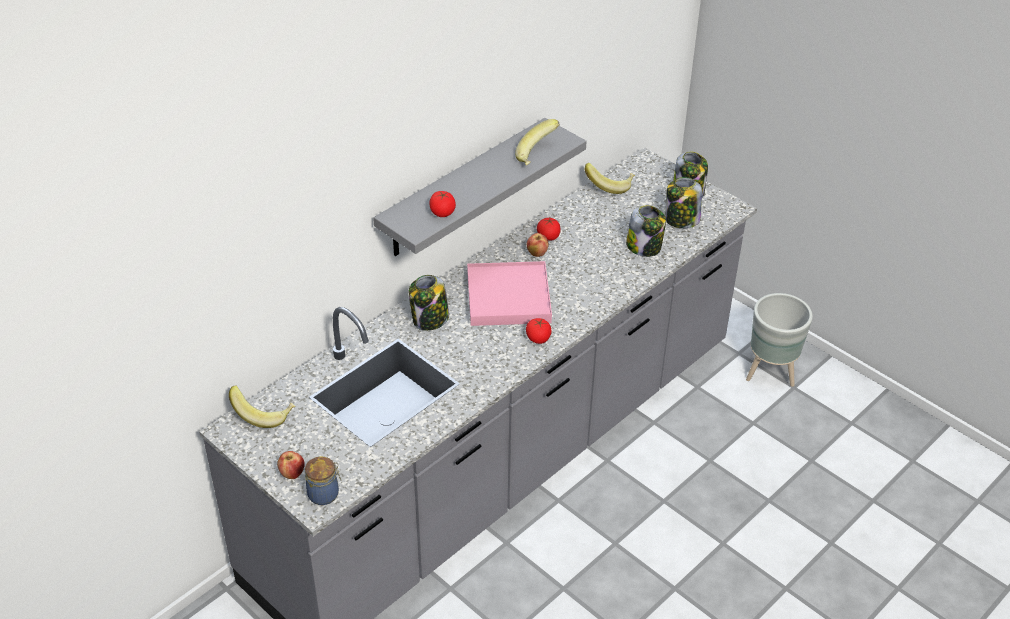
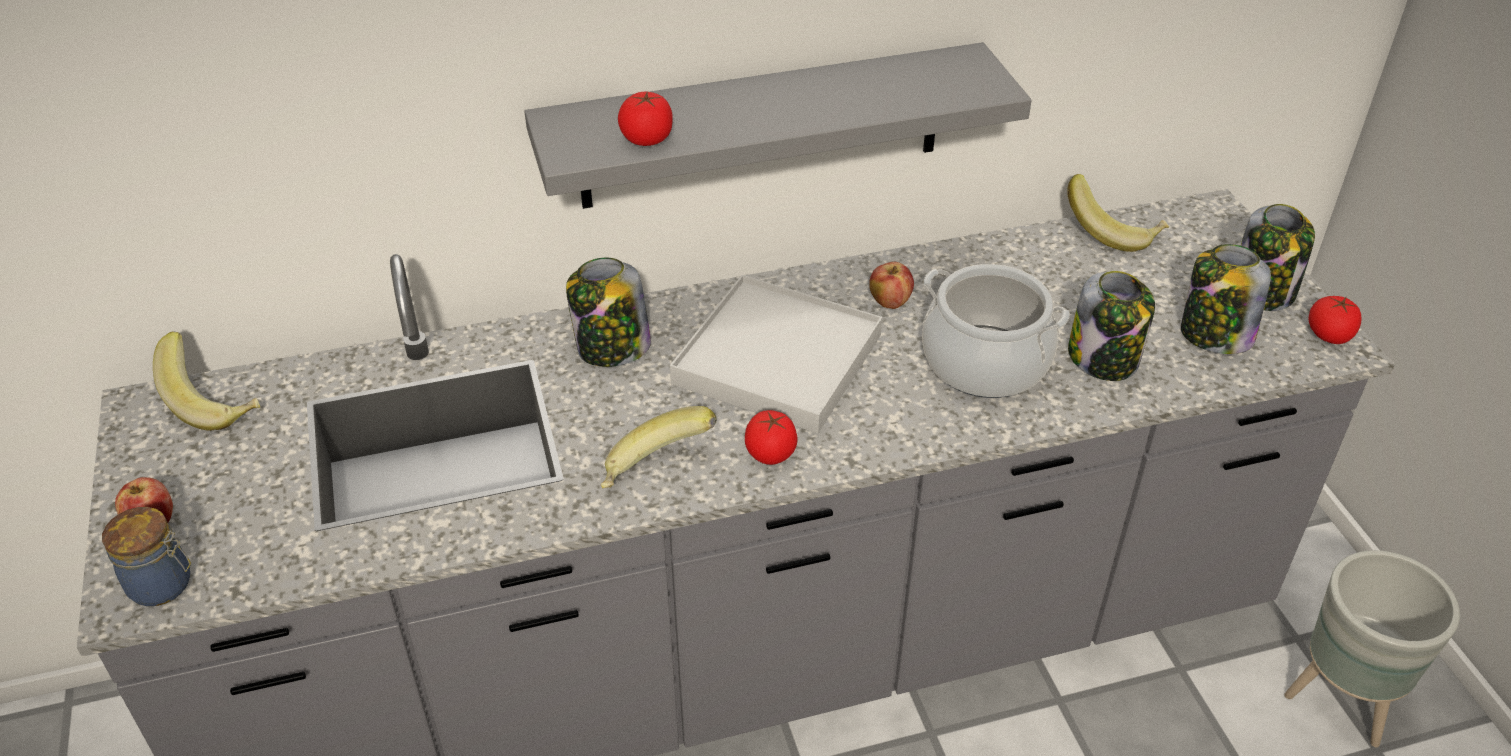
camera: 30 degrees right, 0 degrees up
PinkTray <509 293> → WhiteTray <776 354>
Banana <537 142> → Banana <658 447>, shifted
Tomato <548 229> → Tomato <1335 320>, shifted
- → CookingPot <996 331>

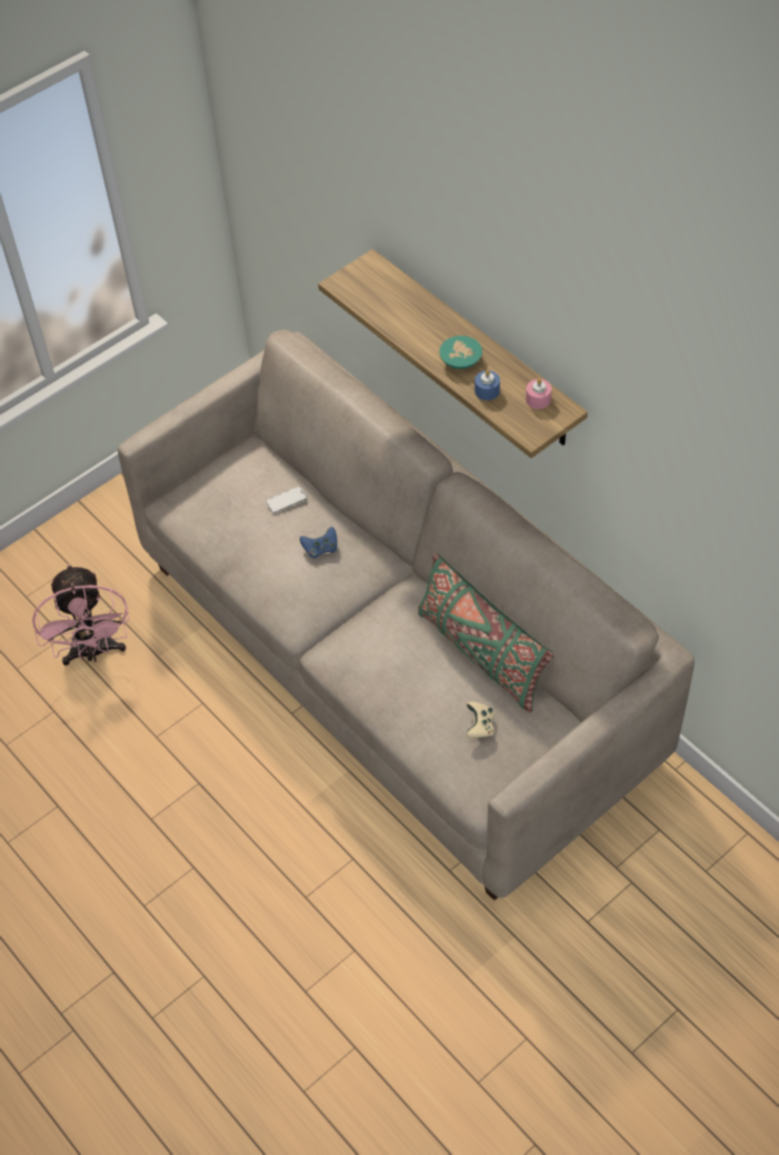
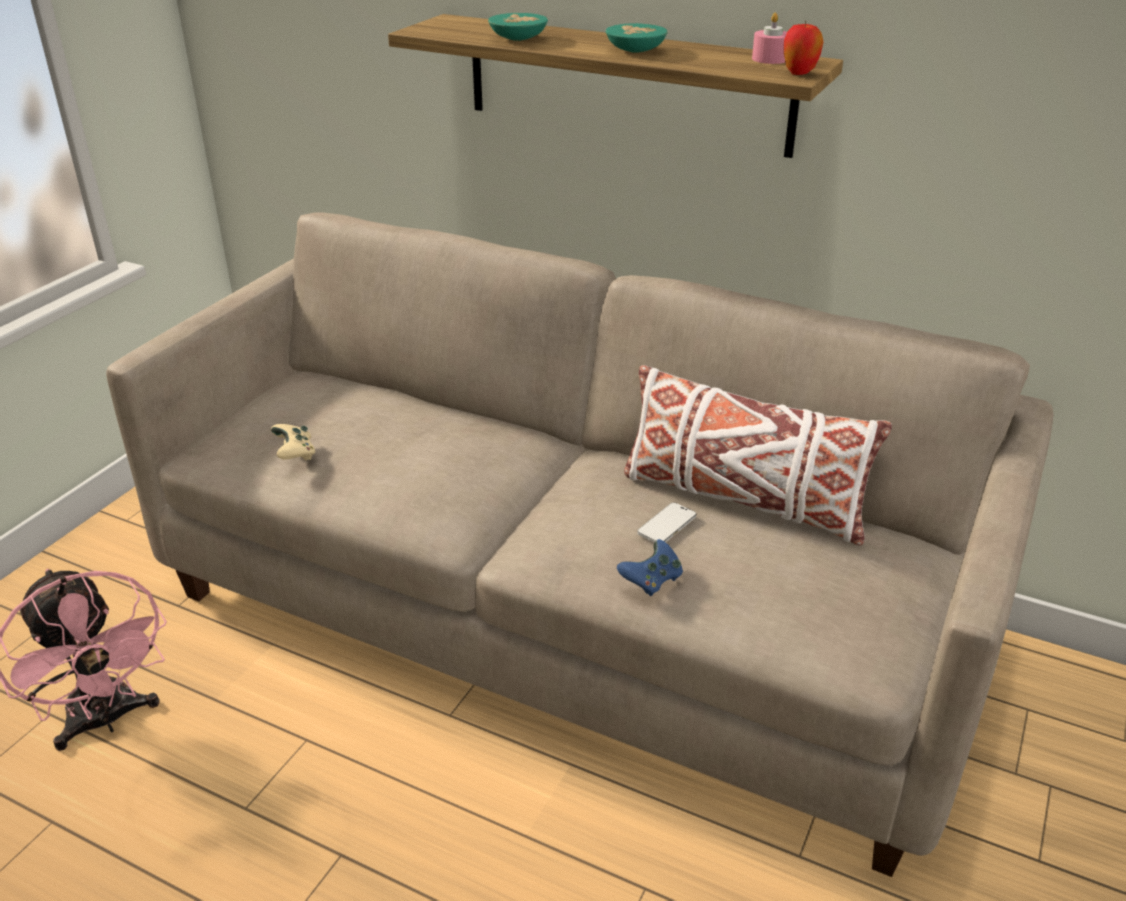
camera: 25 degrees left, 20 degrees down
Phone <286 499> → Phone <666 523>, shifted
BlueGameController <318 543> → BlueGameController <650 567>, shifted
GreenPillow <486 632> → WhitePillow <758 455>
BeigeGameController <480 720> → BeigeGameController <293 442>, shifted
BlueCandle <487 385> → -
- → TurquoiseBowl <518 27>
- → Apple <804 48>

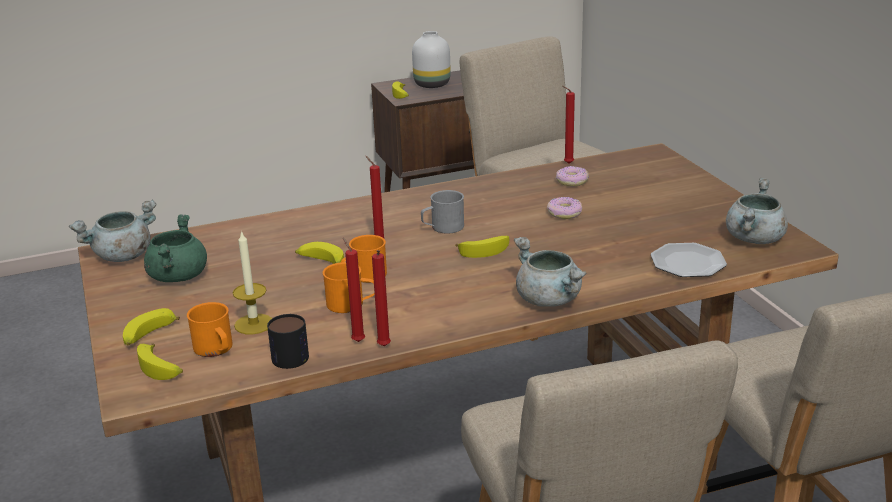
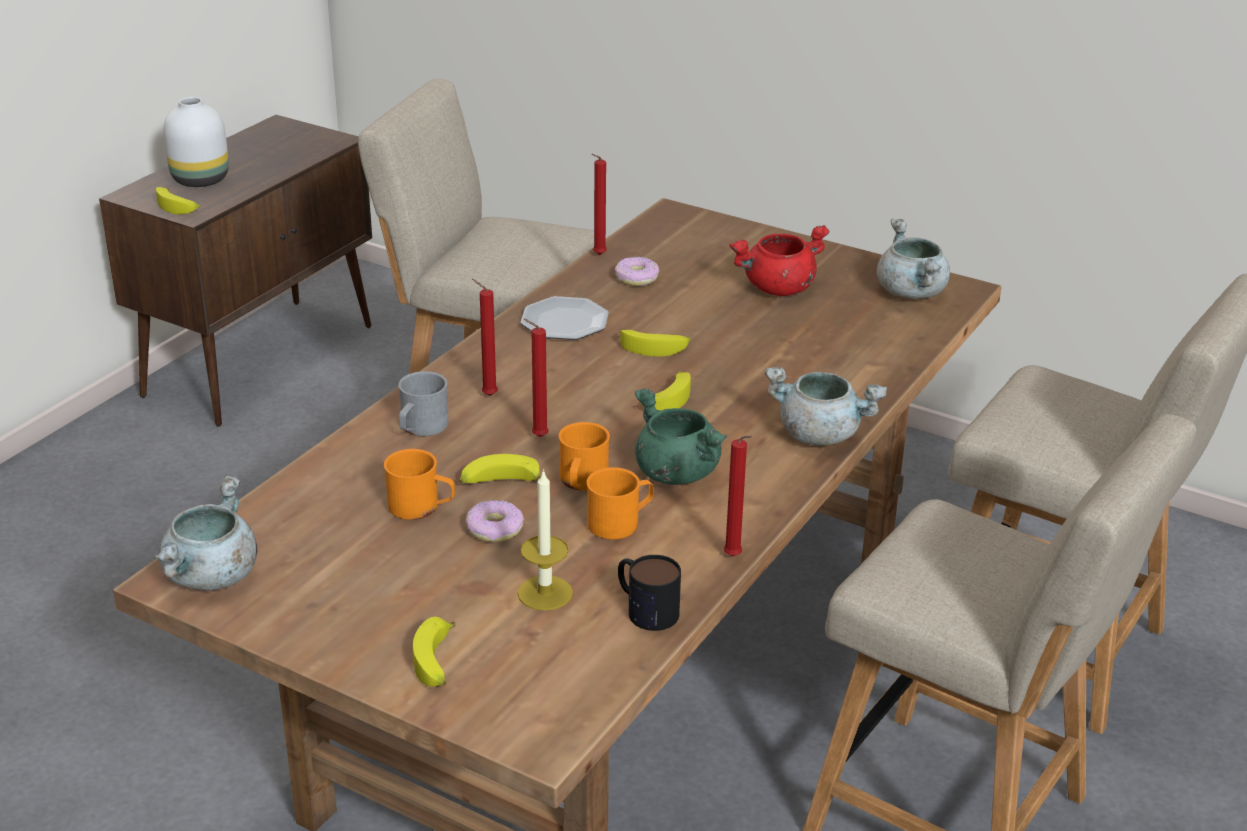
camera: 40 degrees left, 5 degrees up
Banana <160 362> → Banana <655 342>, shifted
GreenCookingPot <175 248> → GreenCookingPot <681 436>, shifted
OrangeMug <210 329> → OrangeMug <419 484>, shifted
RedCandle <354 290> → RedCandle <485 337>, shifted
GreyMug <442 212> → GreyMug <423 403>, shifted
Donut <564 208> → Donut <494 521>, shifted
Plate <689 260> → Plate <564 318>, shifted
- → RedCookingPot <779 260>

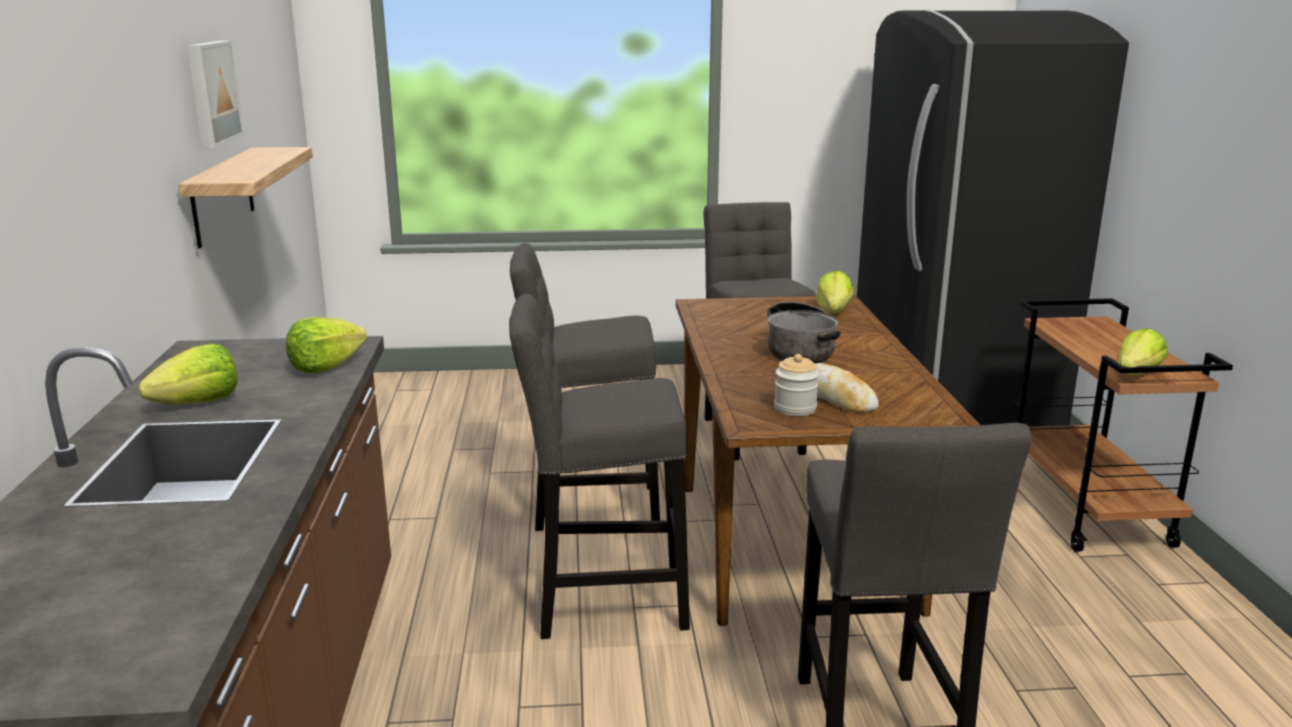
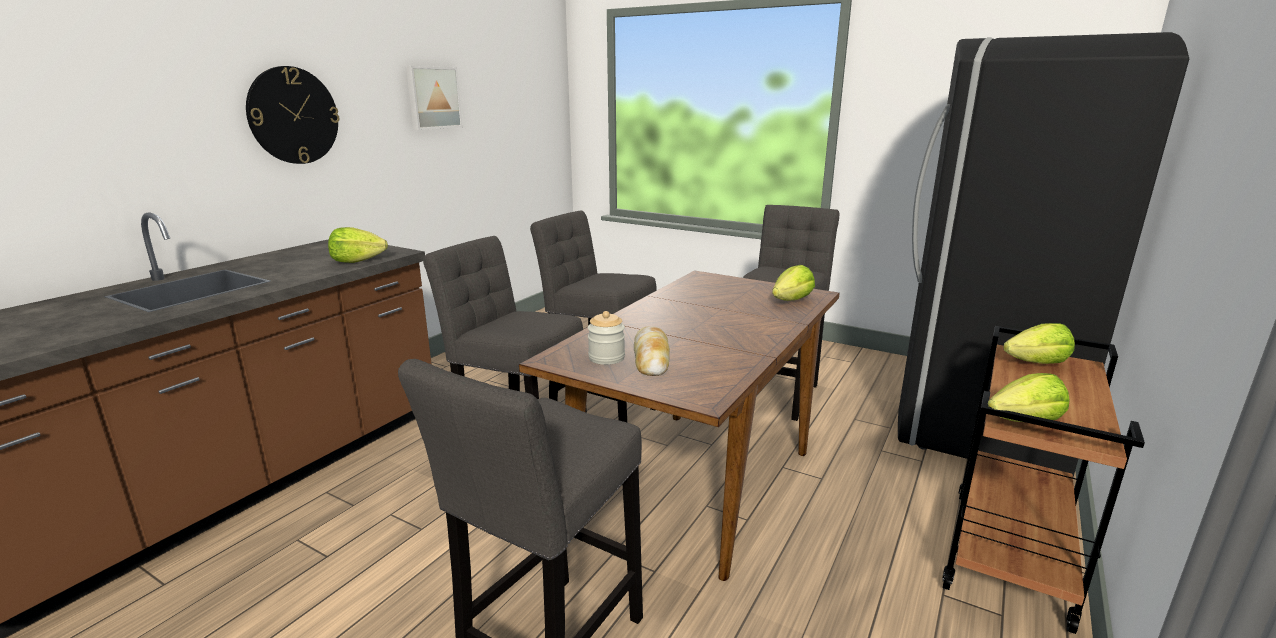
camera: 35 degrees right, 0 degrees up
Lettuce <188 373> → Lettuce <1039 343>, shifted
Shelf <245 197> → -
CookingPot <804 332> → -
- → WallClock <293 115>

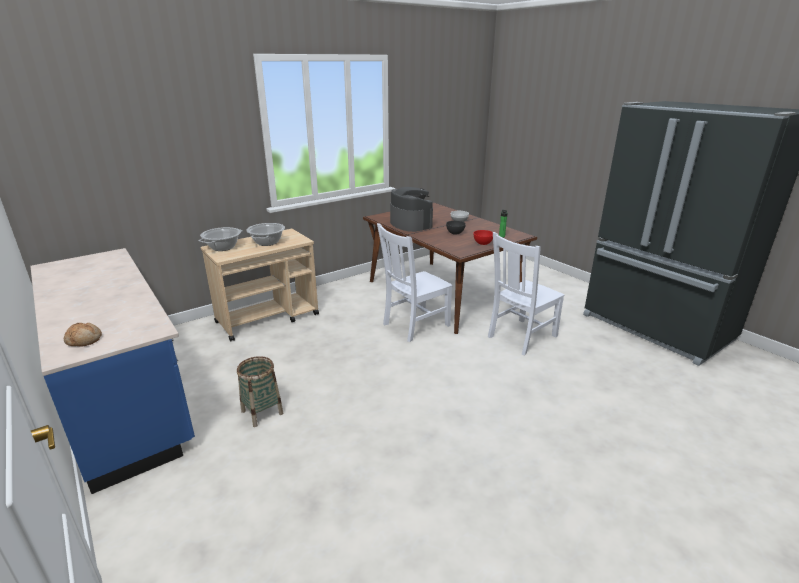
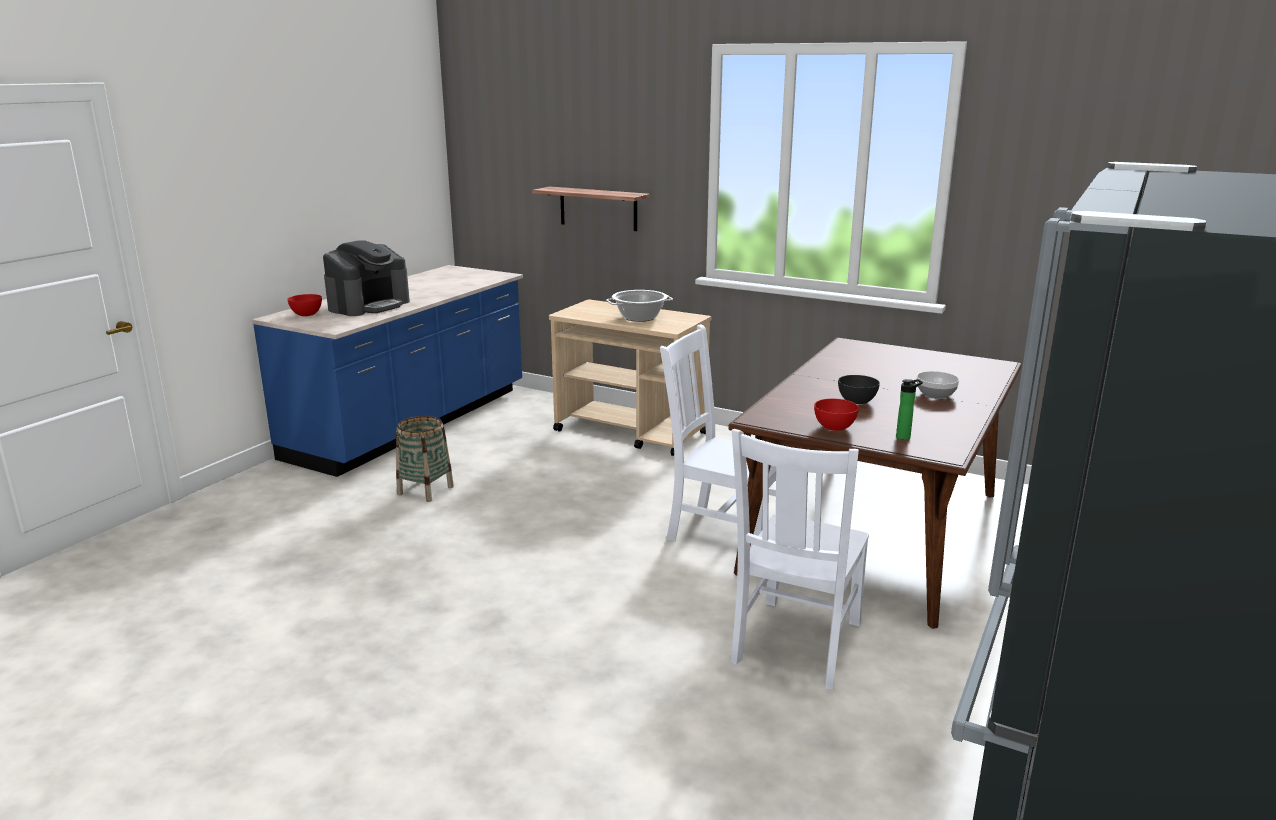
camera: 65 degrees right, 5 degrees down
Bread <83 335> → RedBowl <304 305>
CookingPot <220 239> → -
CoffeeMachine <411 209> → CoffeeMachine <366 278>, shifted
WhiteChair <526 294> → WhiteChair <799 559>, 90 degrees counterclockwise
- → Shelf <591 208>

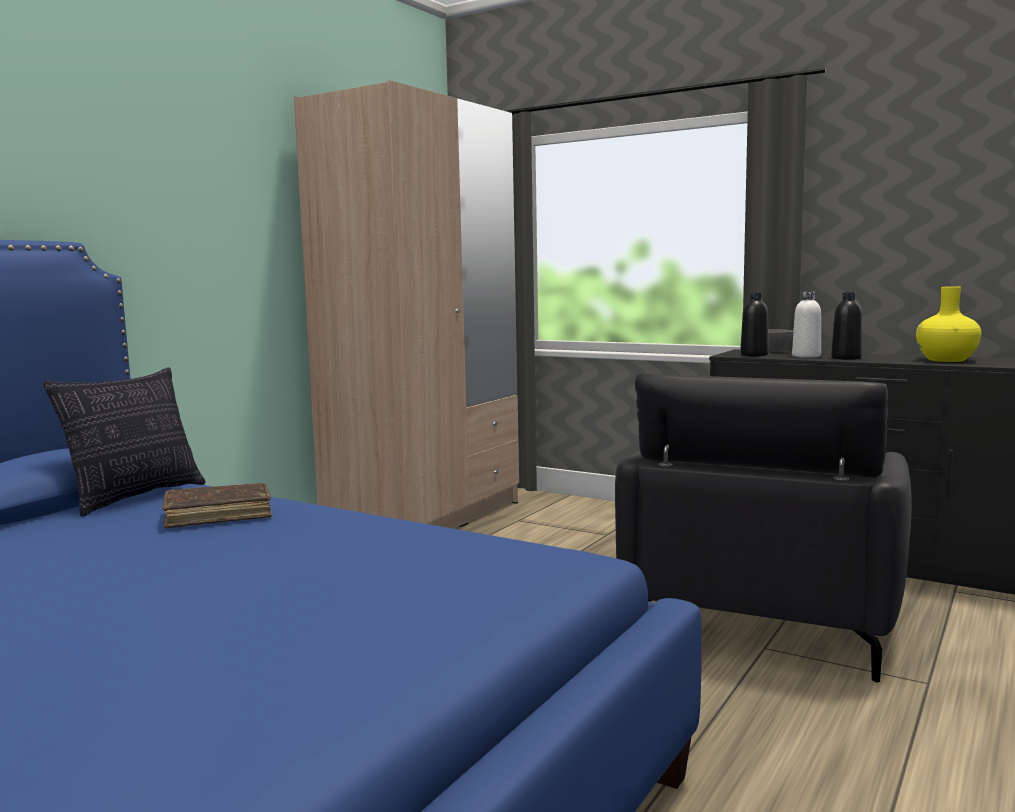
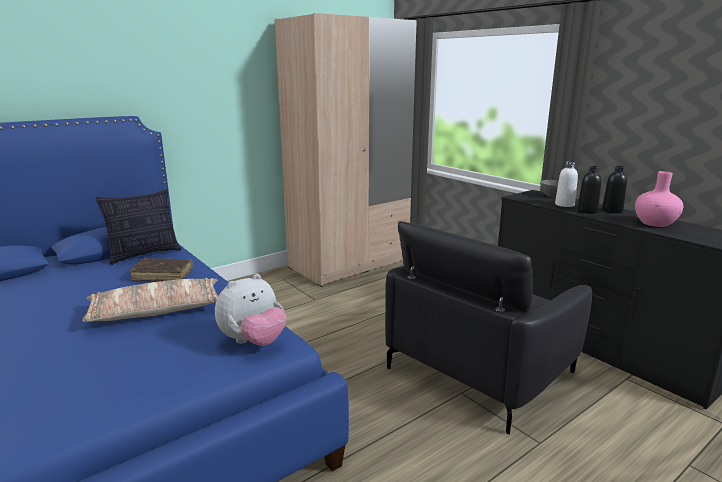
camera: 20 degrees right, 10 degrees up
BlackBottle <754 324> → BlackBottle <614 189>, shifted
YellowVase <948 324> → PinkVase <659 199>
- → Pillow <150 300>
- → PlushToy <251 310>

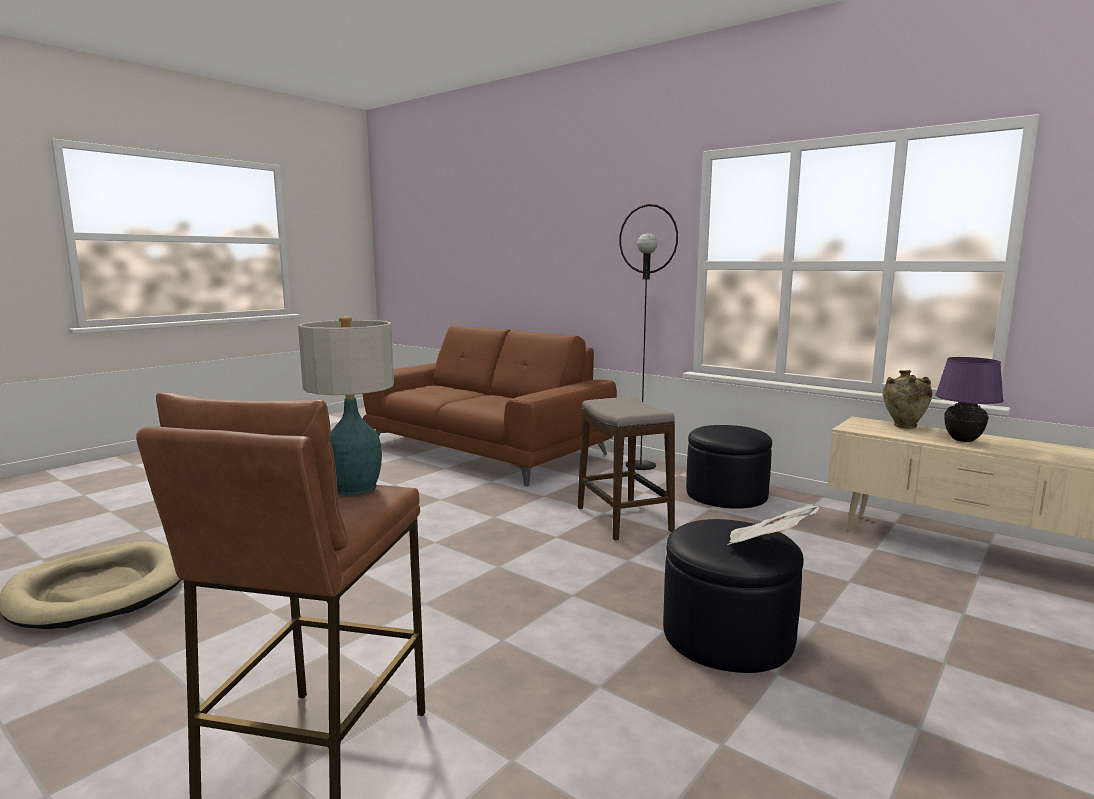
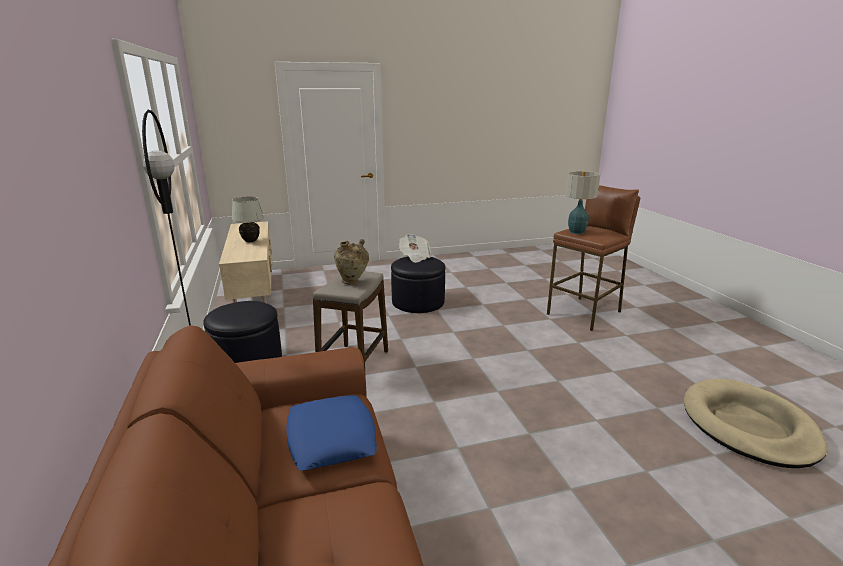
camera: 145 degrees left, 10 degrees up
BeigeVase <907 399> → BeigeVase <351 262>, shifted
PurpleTableLamp <969 399> → WhiteTableLamp <248 219>
- → BluePillow <331 433>

